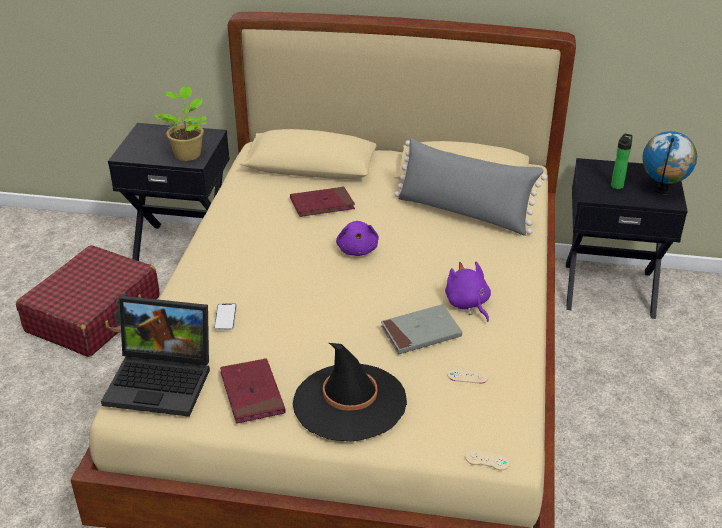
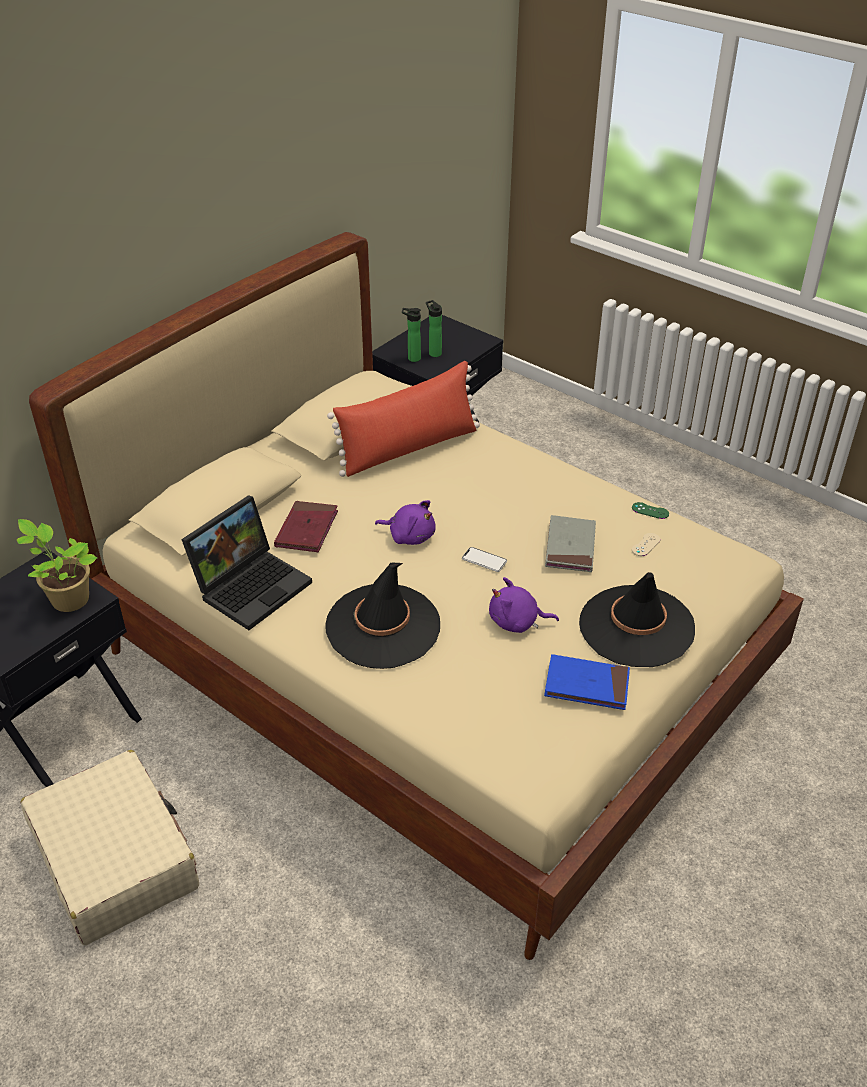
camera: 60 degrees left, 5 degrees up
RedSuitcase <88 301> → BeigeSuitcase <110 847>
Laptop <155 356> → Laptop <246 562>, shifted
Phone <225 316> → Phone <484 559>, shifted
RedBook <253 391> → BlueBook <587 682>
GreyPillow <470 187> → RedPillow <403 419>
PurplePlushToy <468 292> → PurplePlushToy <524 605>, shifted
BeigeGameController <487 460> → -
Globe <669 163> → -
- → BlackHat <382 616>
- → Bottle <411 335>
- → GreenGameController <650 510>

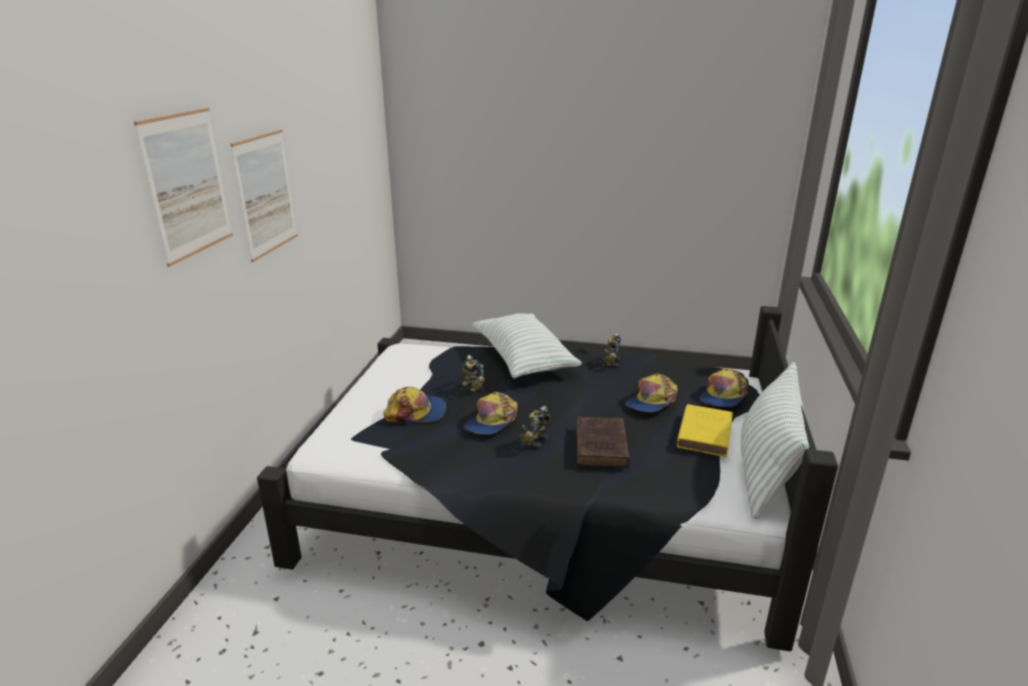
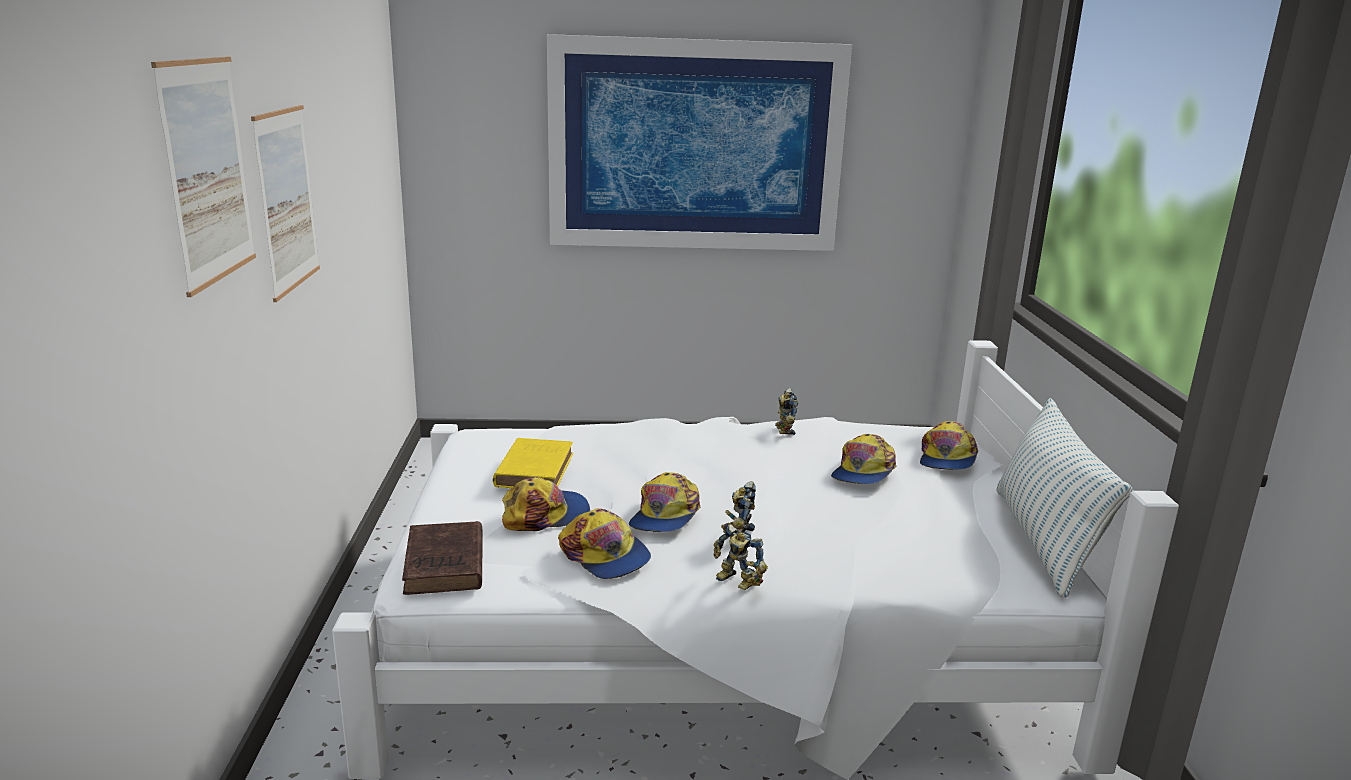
camera: 15 degrees left, 5 degrees down
BlackBed <547 478> → WhiteBed <755 560>
ToyRobot <473 373> → ToyRobot <741 557>, shifted
Pillow <527 345> → -
BrownBook <603 442> → BrownBook <442 558>, shifted
YellowBook <704 430> → YellowBook <533 463>, shifted
- → Picture <699 142>
- → Cap <604 543>

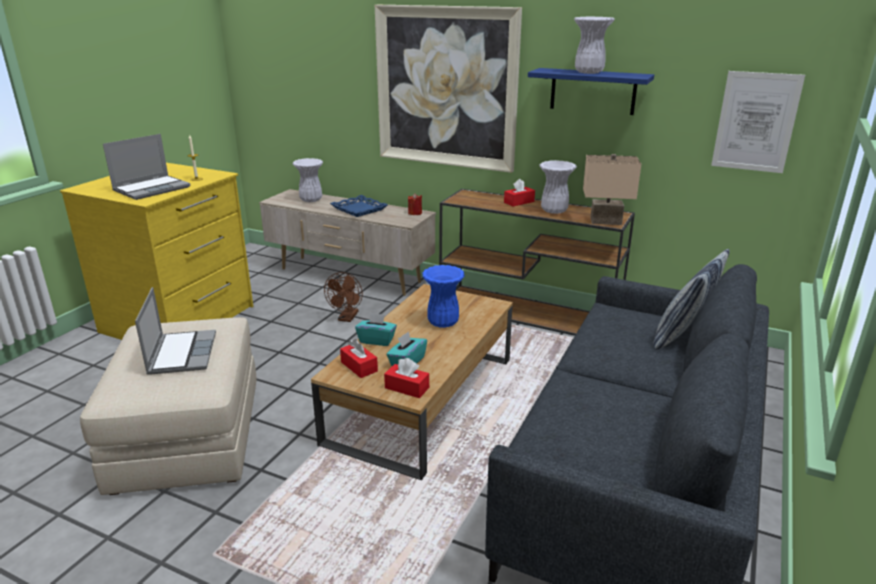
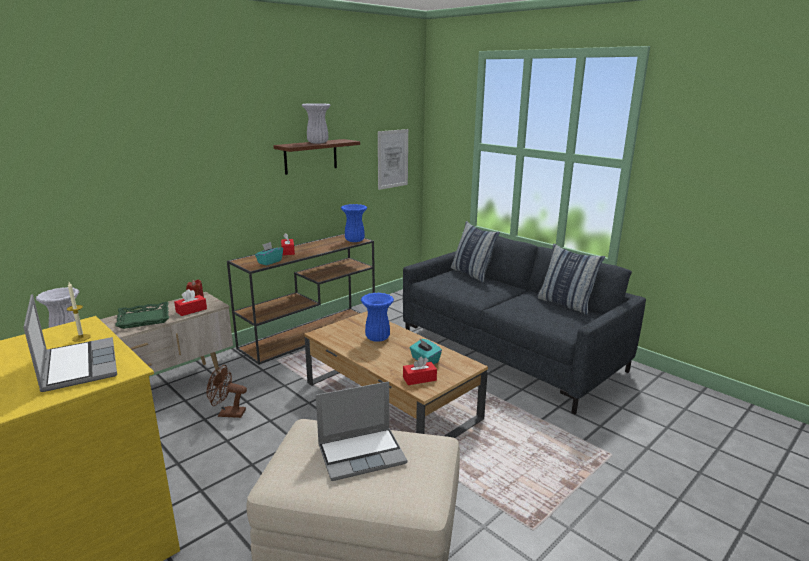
camera: 70 degrees left, 5 degrees down
Laptop <175 331> → Laptop <361 431>, 150 degrees clockwise
BrownFan <343 297> → BrownFan <227 391>, 150 degrees clockwise
BlueTray <359 206> → GreenTray <142 315>
TurquoiseTissueBox <376 329> → TurquoiseTissueBox <269 254>, shifted
Picture <448 89> → -
RedTissueBox <406 378> → RedTissueBox <190 302>, shifted
BlueShelf <591 91> → BrownShelf <316 157>
WhiteVase <558 187> → -
BeigeTableLamp <612 189> → BlueVase <354 223>
- → Pillow <571 279>

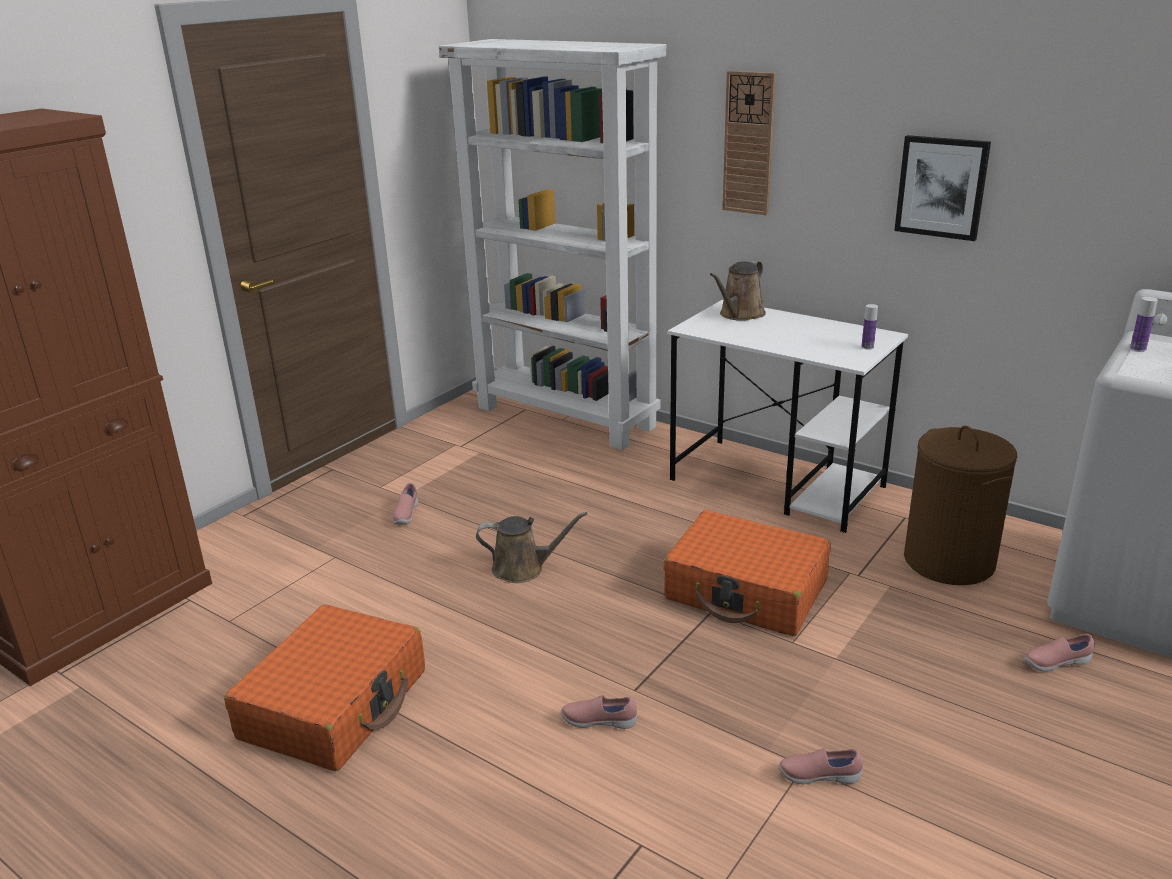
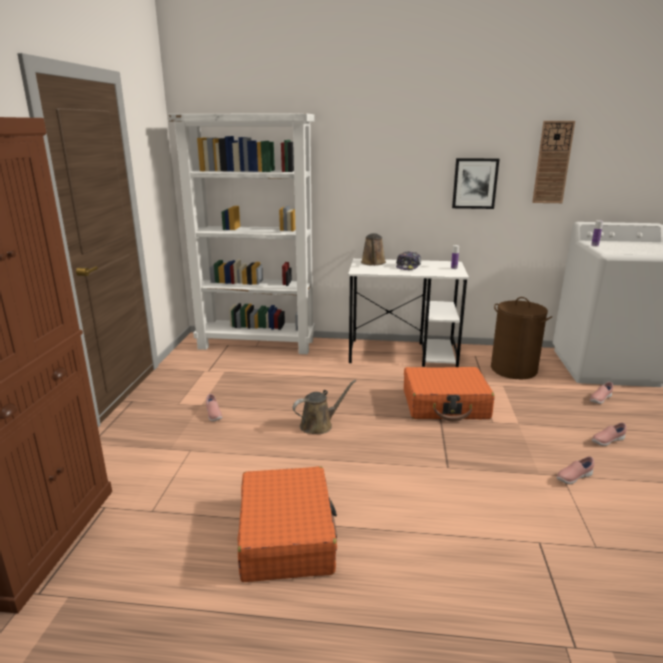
camera: 30 degrees left, 5 degrees down
PinkShoe <599 712> → PinkShoe <609 434>, shifted
WallClock <749 143> → WallClock <553 162>, shifted
- → Cap <408 260>

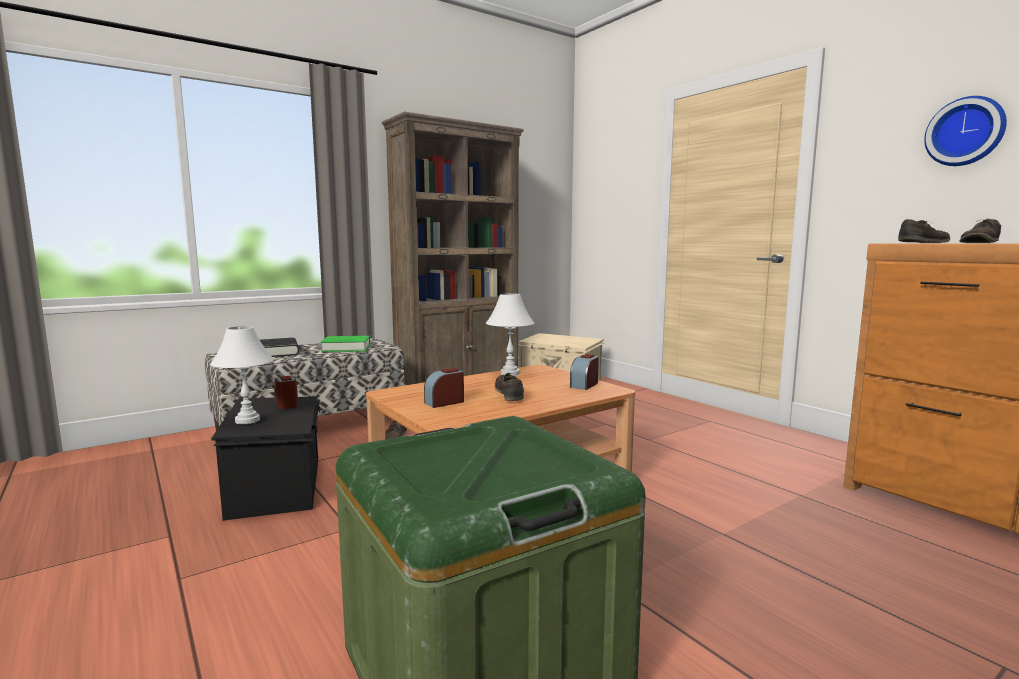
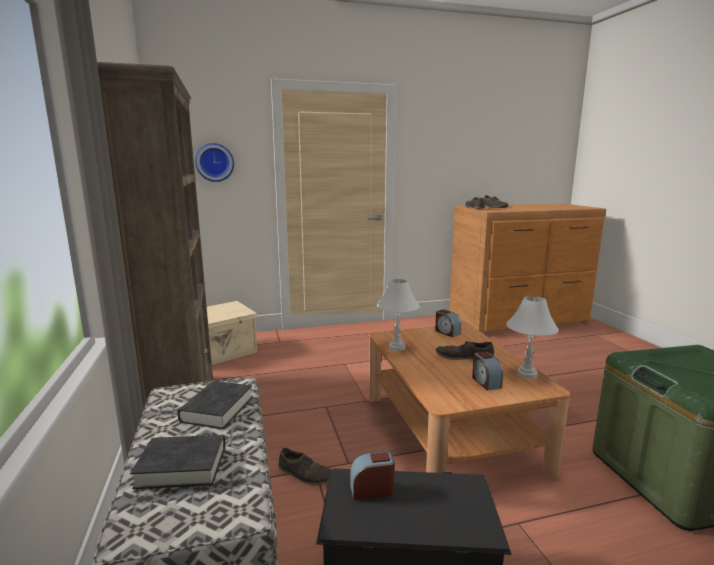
camera: 70 degrees left, 5 degrees up
WhiteTableLamp <242 375> → WhiteTableLamp <532 337>, shifted
GreenBook <345 344> → BlackBook <215 405>
WallClock <965 131> → WallClock <214 162>, shifted

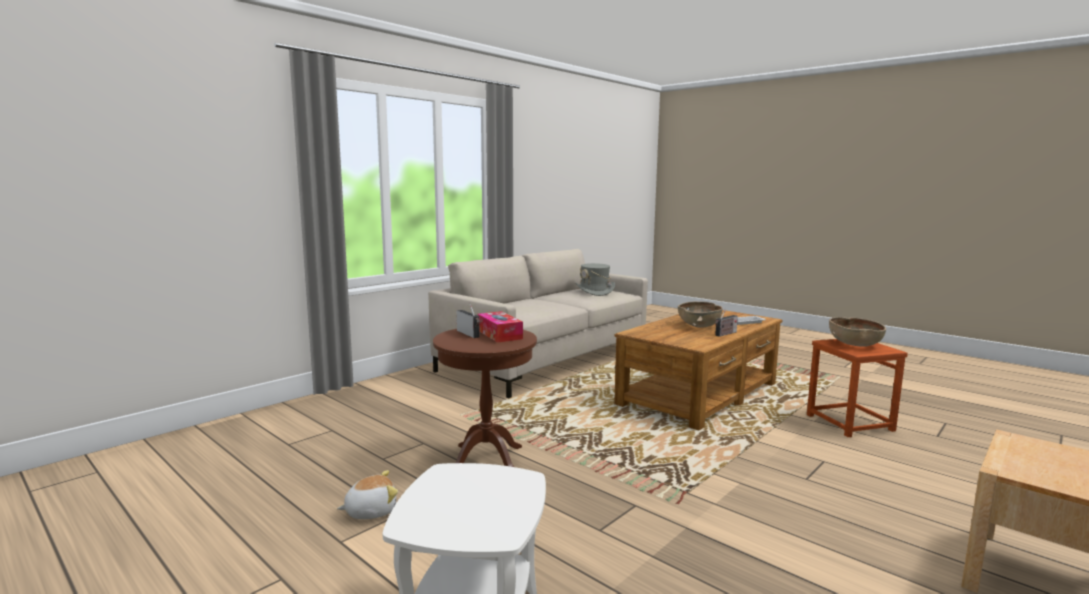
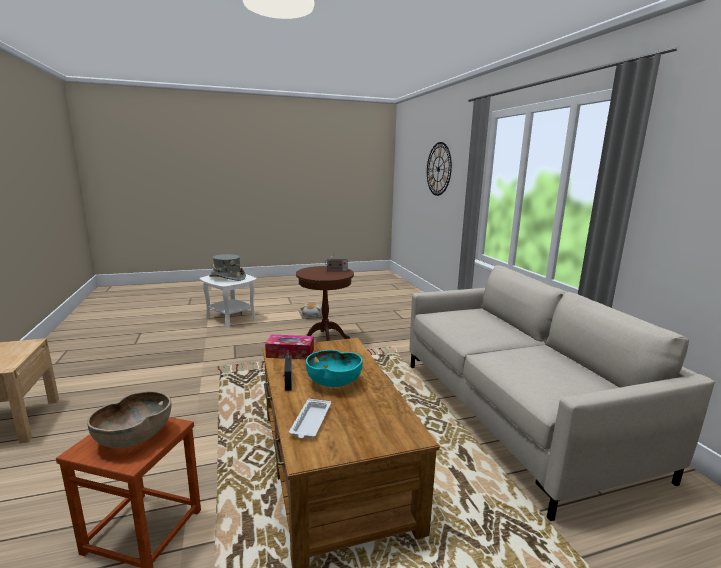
camera: 120 degrees right, 5 degrees up
TissueBox <500 327> → TissueBox <289 347>, shifted
GreyHat <595 279> → GreyHat <227 267>, shifted
BrownBowl <700 315> → TurquoiseBowl <334 368>
- → WallClock <439 169>

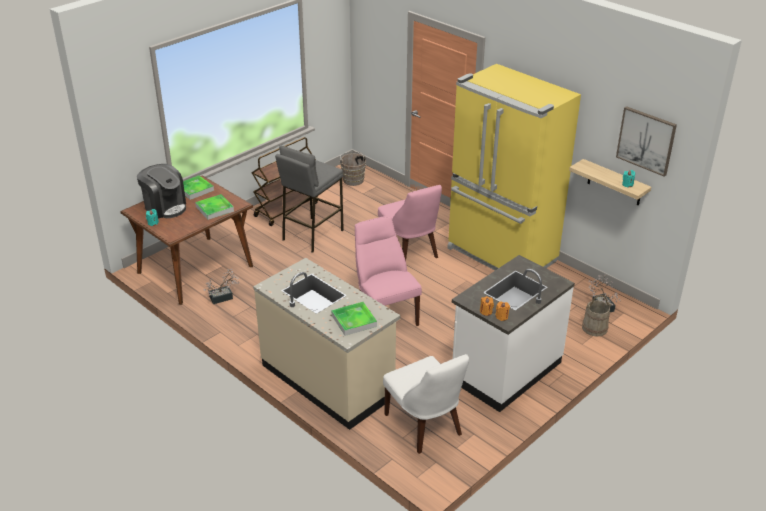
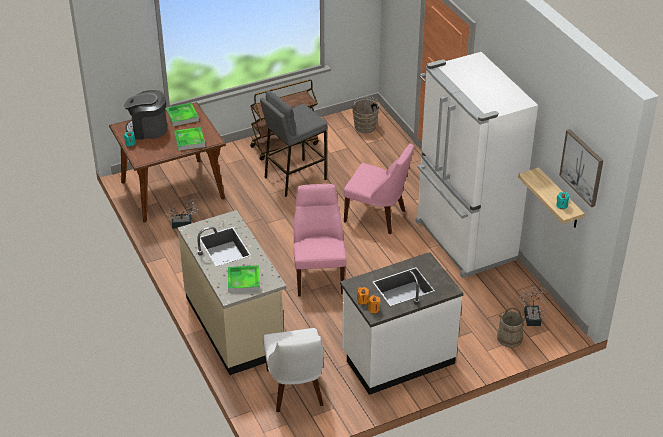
camera: 20 degrees right, 5 degrees up
CoffeeMachine <161 191> → CoffeeMachine <145 114>, 120 degrees clockwise
PinkChair <410 223> → PinkChair <379 189>, 60 degrees counterclockwise
YellowFridge <514 167> → WhiteFridge <477 165>

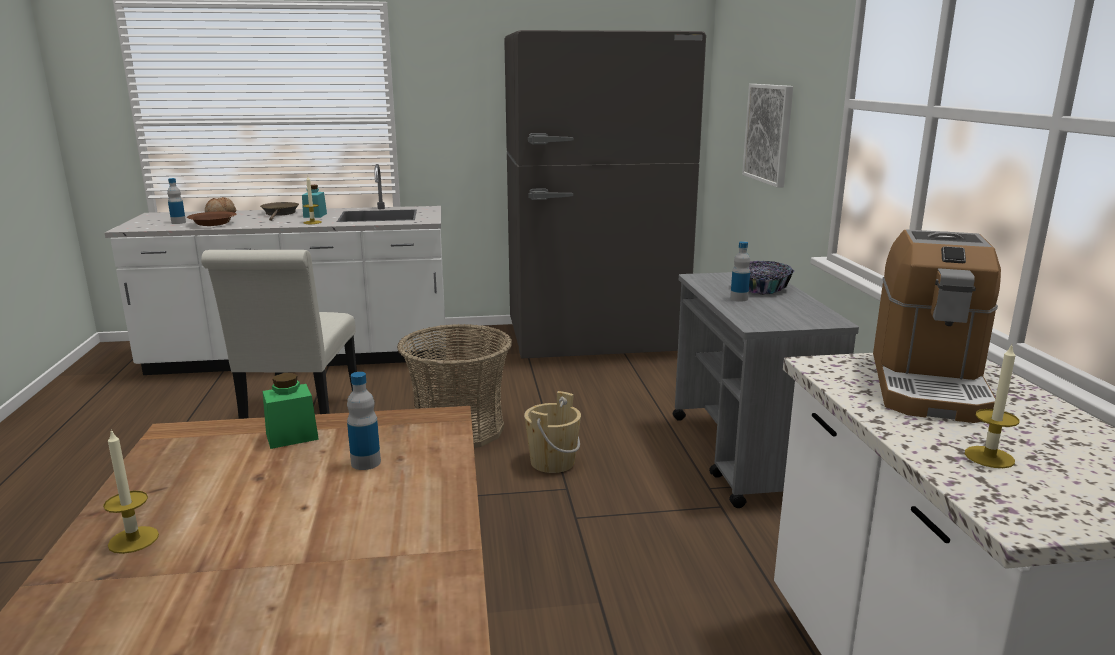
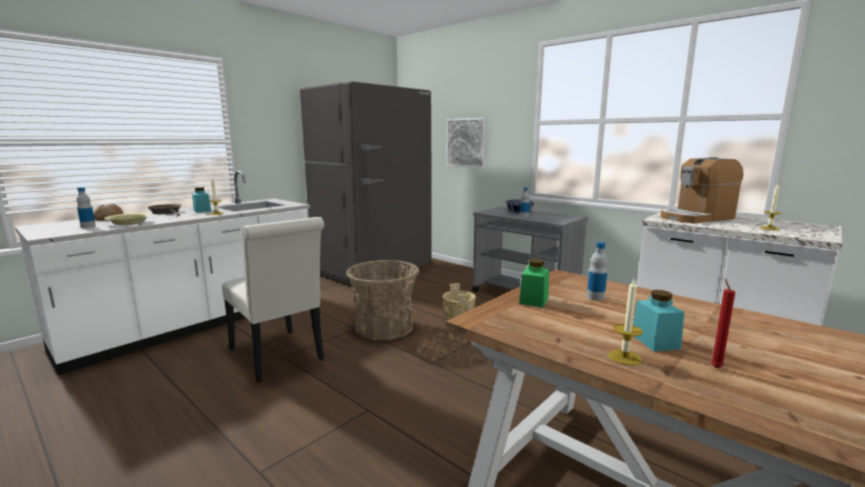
camera: 40 degrees left, 5 degrees down
BrownBowl <211 218> → YellowBowl <127 219>
CoffeeMachine <937 326> → CoffeeMachine <702 190>, 90 degrees clockwise
- → TurquoiseJar <658 320>
- → RedCandle <723 323>

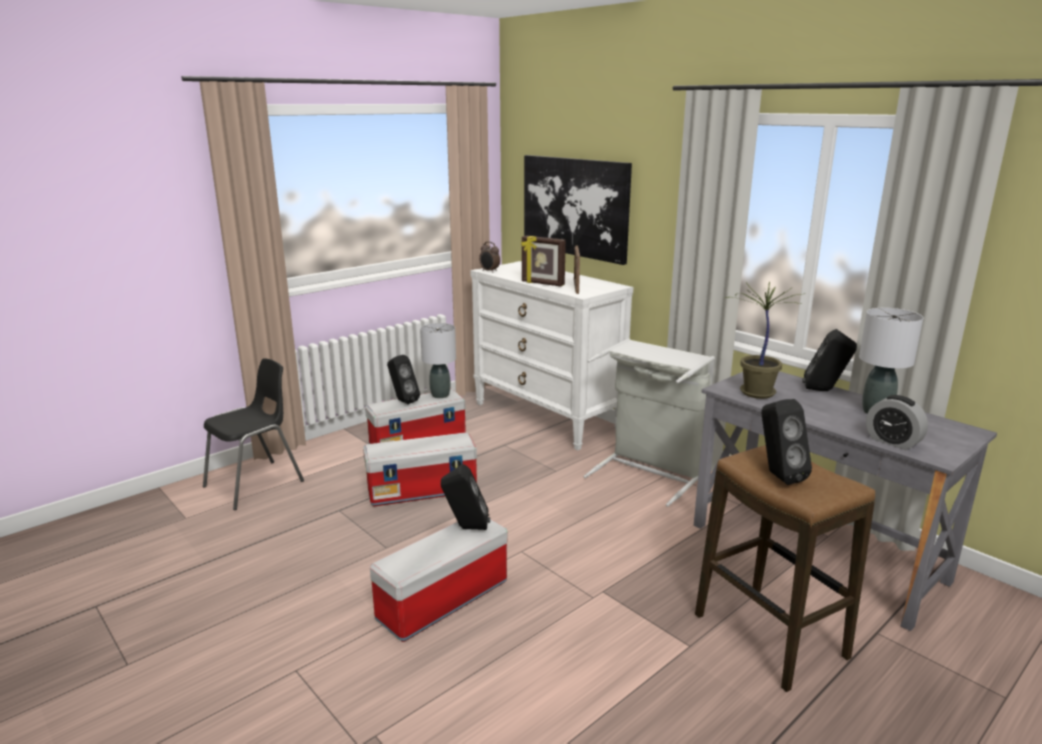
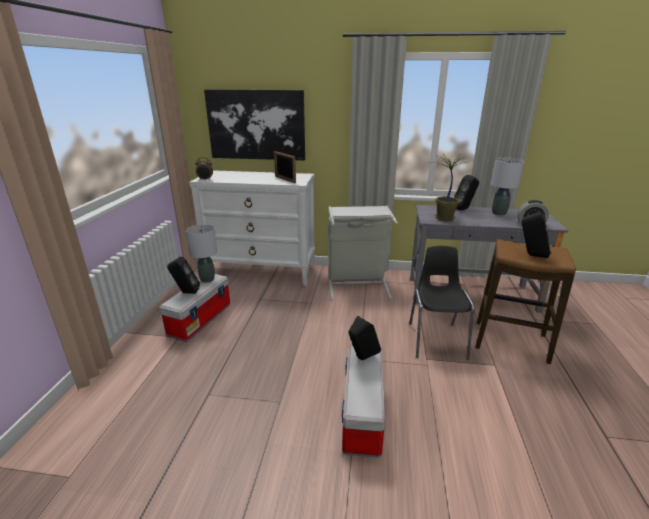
camera: 40 degrees left, 5 degrees up
BlackChair <253 434> → BlackChair <441 303>, shifted
StorageBox <420 469> → -
PictureFrame <543 261> → -

